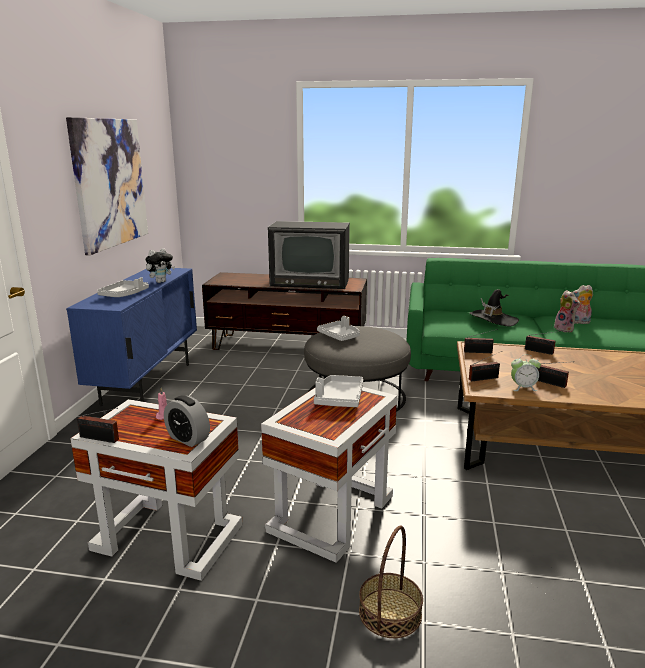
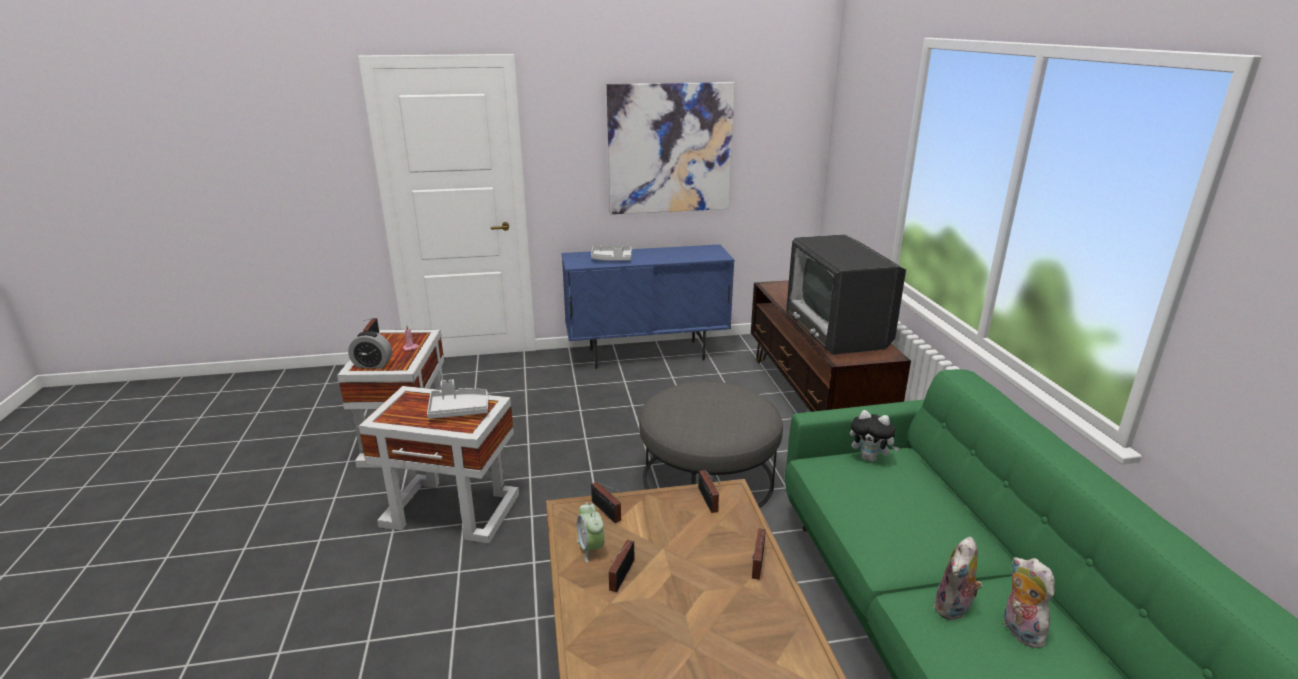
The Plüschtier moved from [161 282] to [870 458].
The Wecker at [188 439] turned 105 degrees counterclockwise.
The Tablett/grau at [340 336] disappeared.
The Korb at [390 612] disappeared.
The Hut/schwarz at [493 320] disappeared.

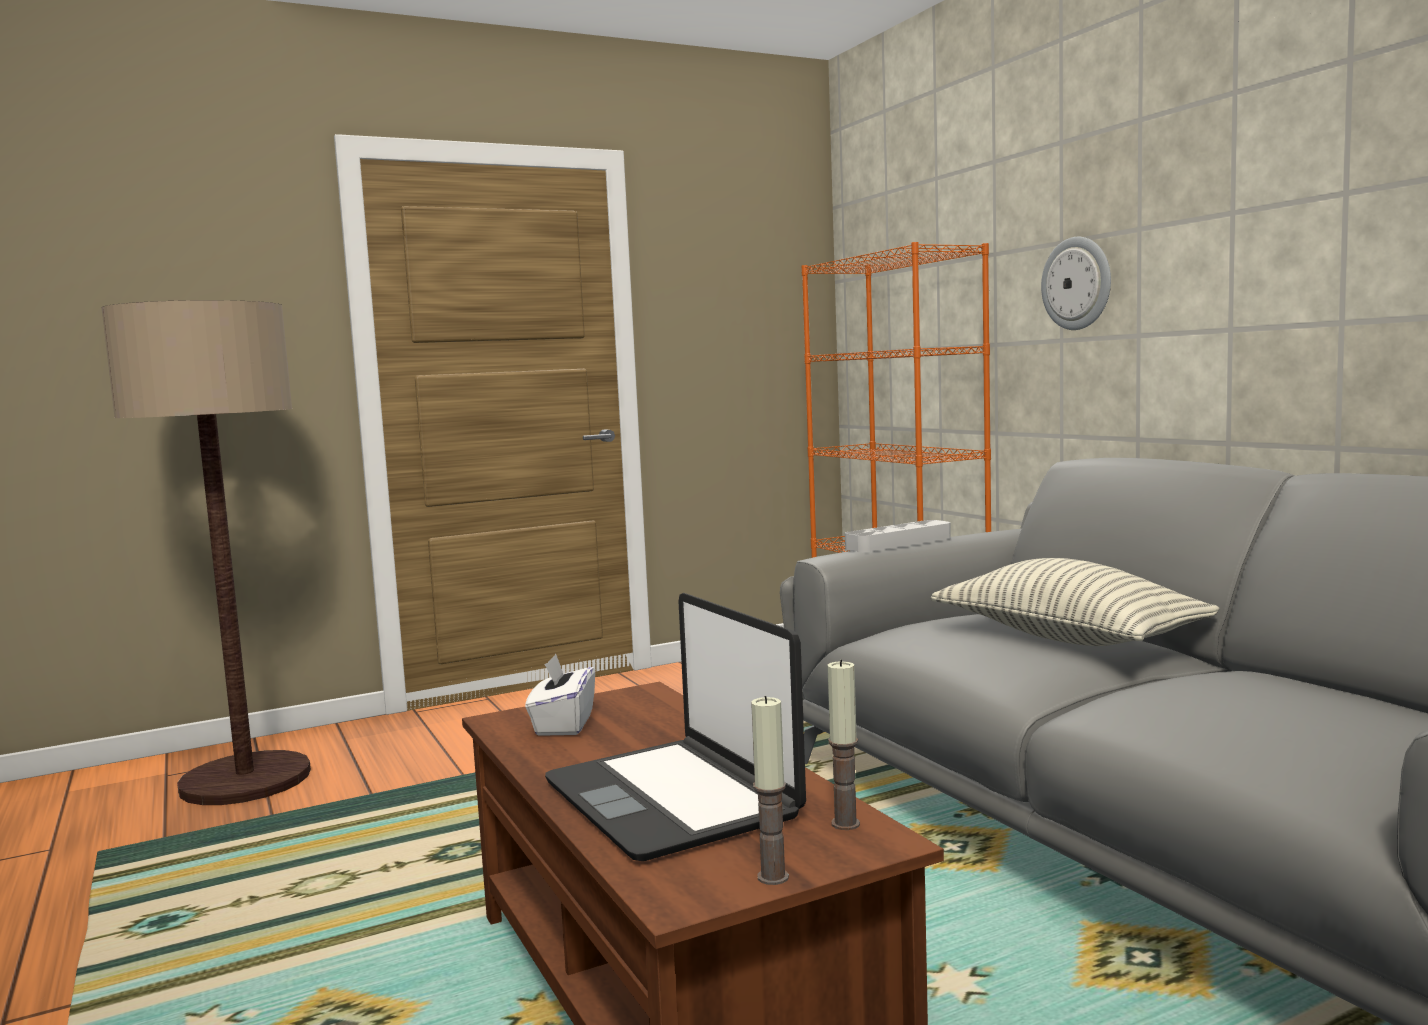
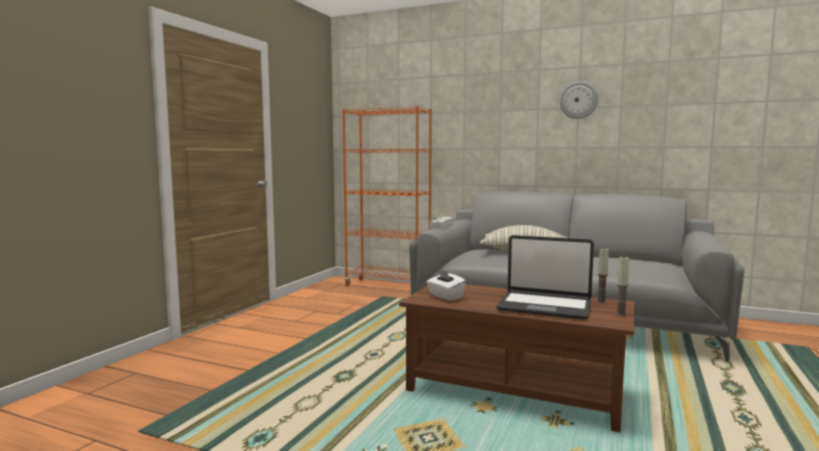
The Stehlampe at [245 780] disappeared.
The Wanduhr moved from [1077 283] to [578 100].

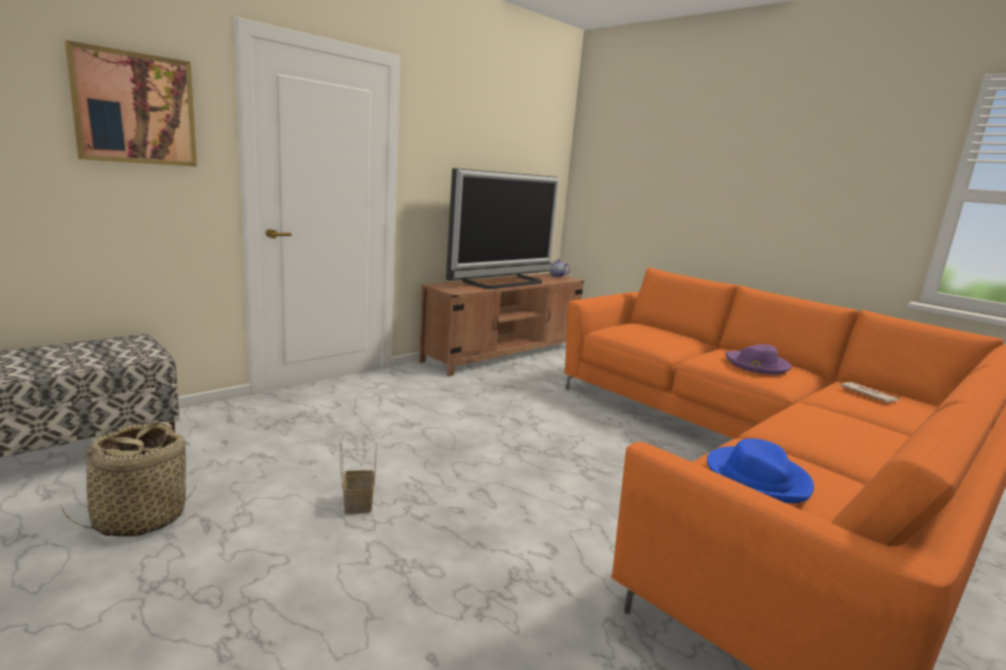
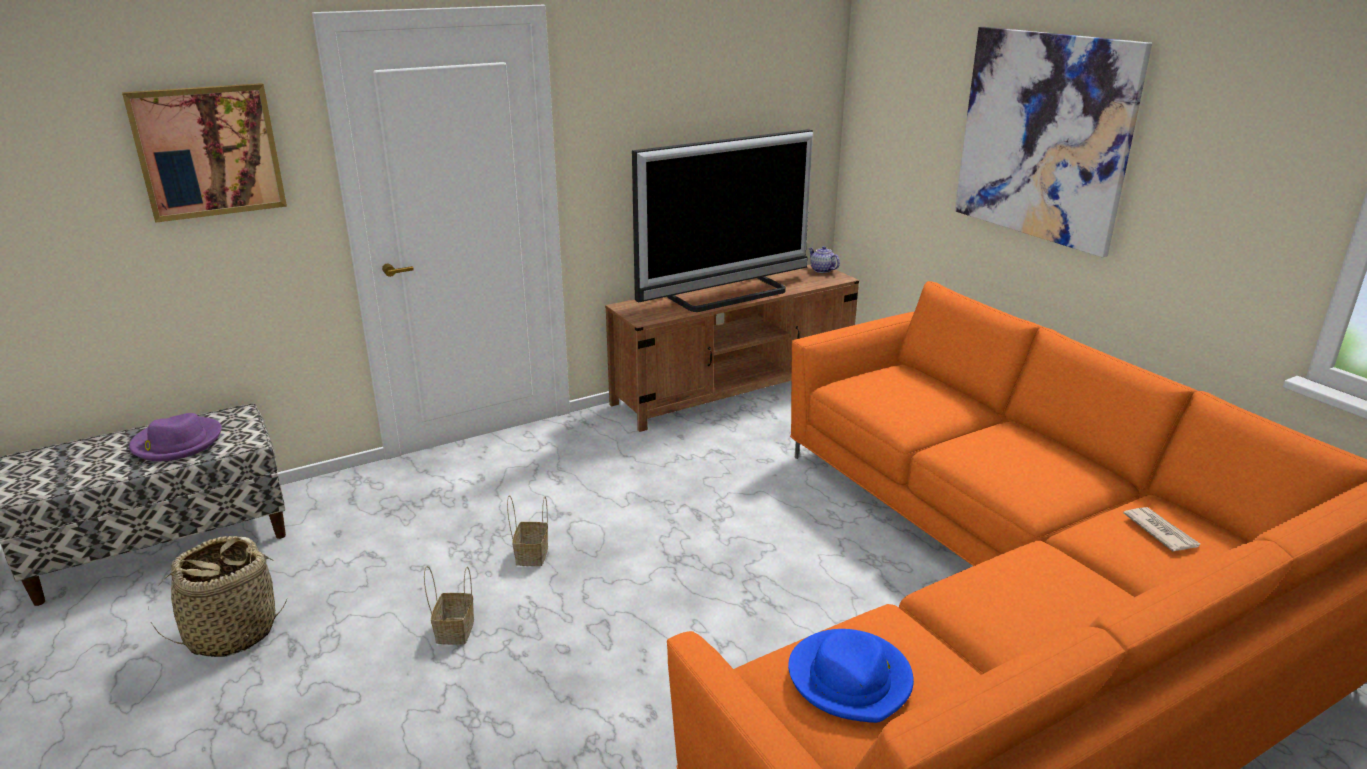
The Hut/lila moved from [757 365] to [176 443].
The Korb at [531 554] appeared.
The Bild at [1043 137] appeared.

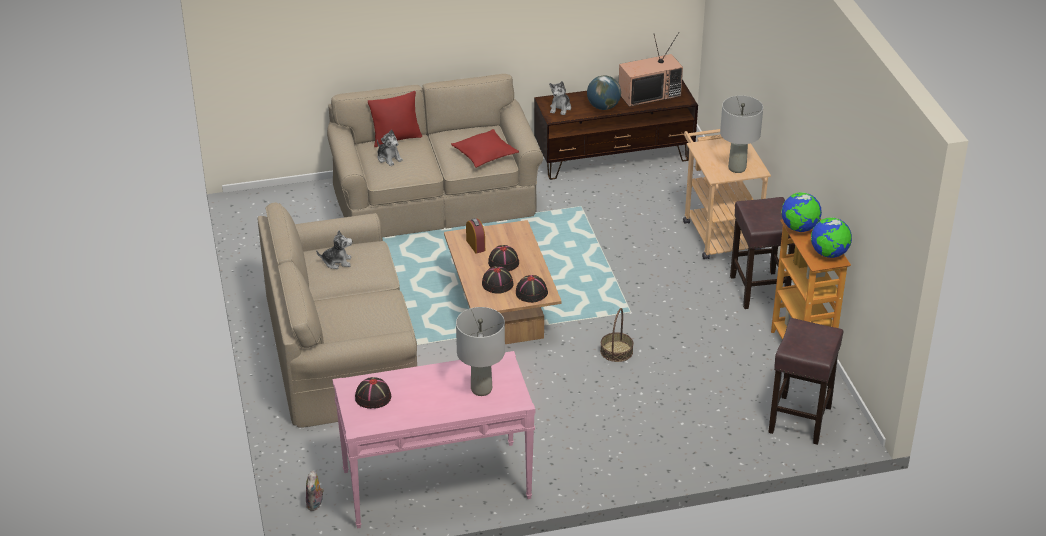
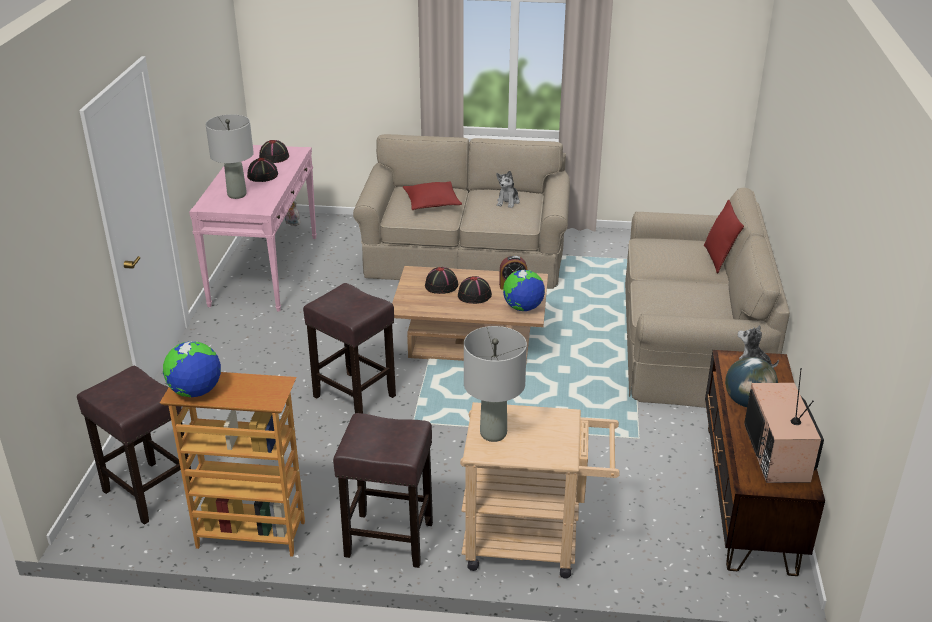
The Plüschtier at [389 158] disappeared.
The Kissen/rot moved from [485 154] to [432 202].
The Hut/schwarz moved from [531 292] to [262 176].
The Korb at [616 351] was replaced by the Hocker/braun at [355 396].
The Globus moved from [799 228] to [523 308].

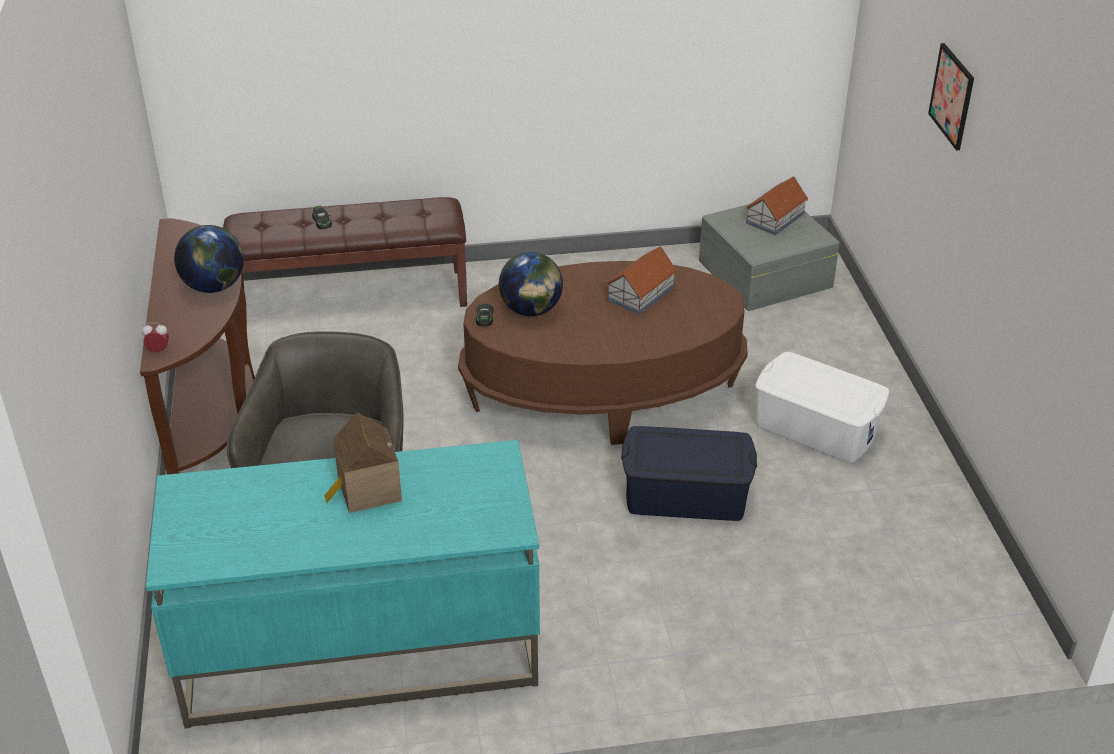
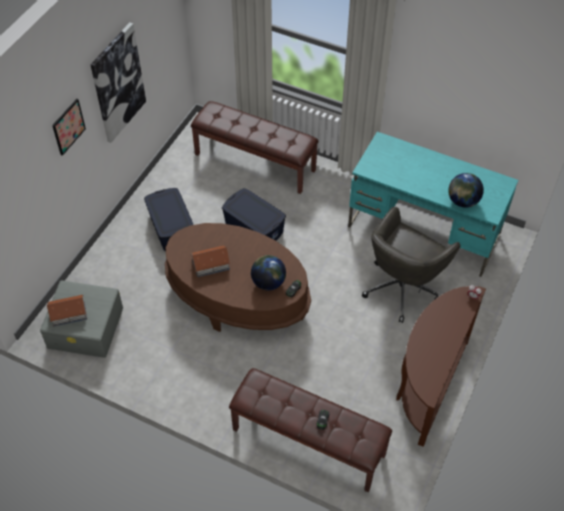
The Globus moved from [214 286] to [462 201].
The Spielzeughaus at [366 491] disappeared.
The Aufbewahrungsbox/weiß at [816 427] became the Aufbewahrungsbox/blau at [171 228].
The Bild at [118 83] appeared.
The Bank/braun at [255 162] appeared.

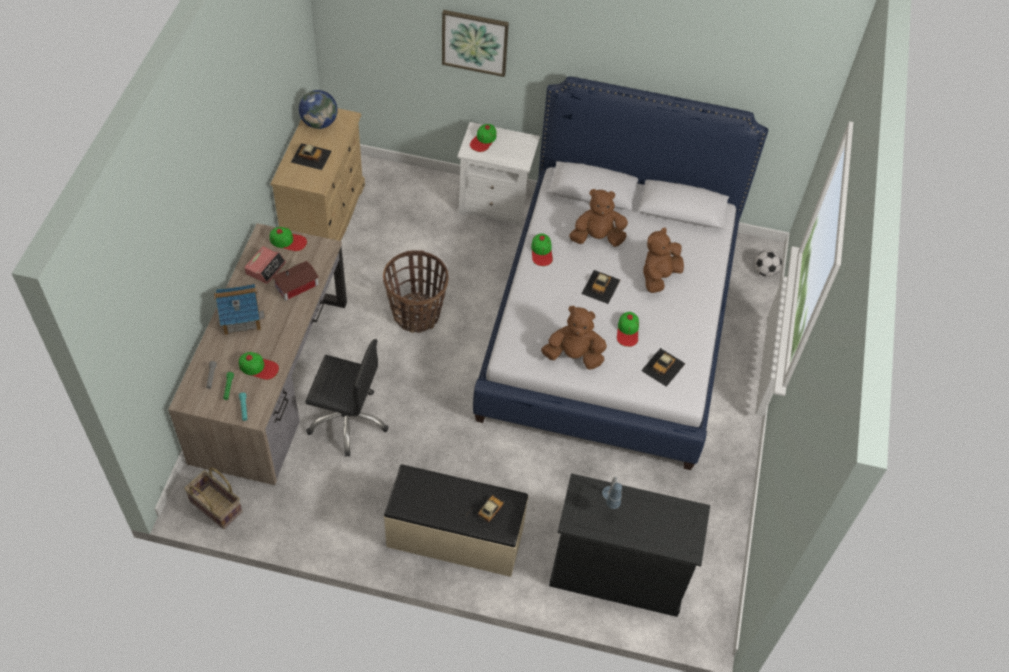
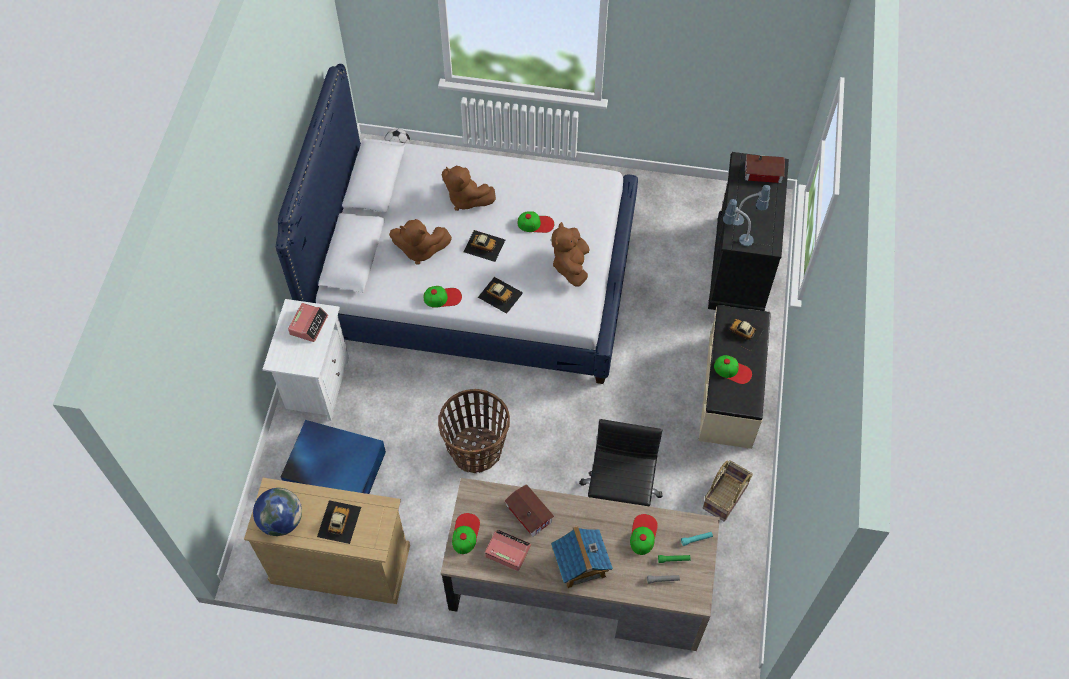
The Korb moved from [215 507] to [725 497].
The Bild at [475 42] disappeared.
The Kappe moved from [483 140] to [732 370].
The Plüschtier/braun at [597 238] turned 75 degrees counterclockwise.
The Spielzeugauto moved from [663 367] to [500 294].
The Aufbewahrungsbox/blau at [334 468] appeared.
The Wecker at [309 325] appeared.
The Tischlampe at [736 237] appeared.
The Spielzeughaus at [764 174] appeared.

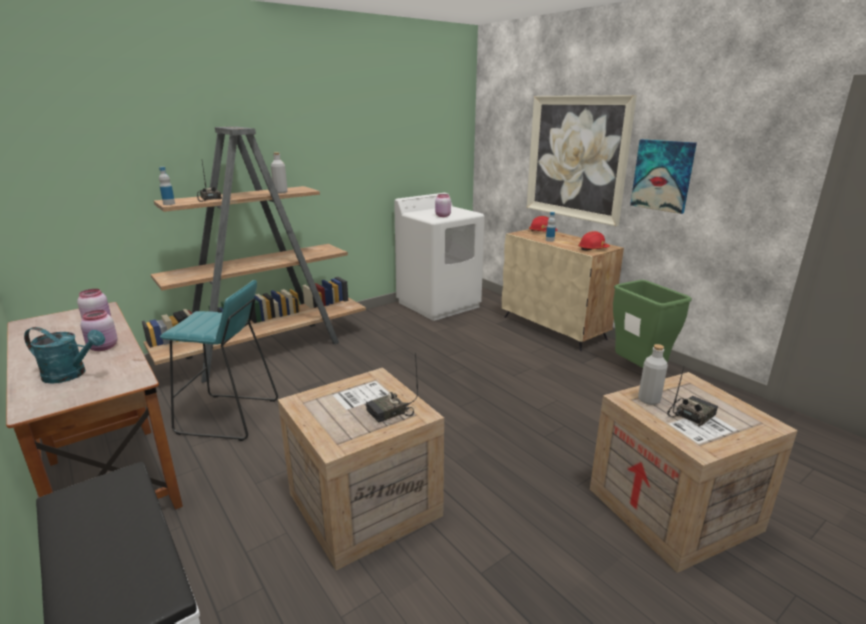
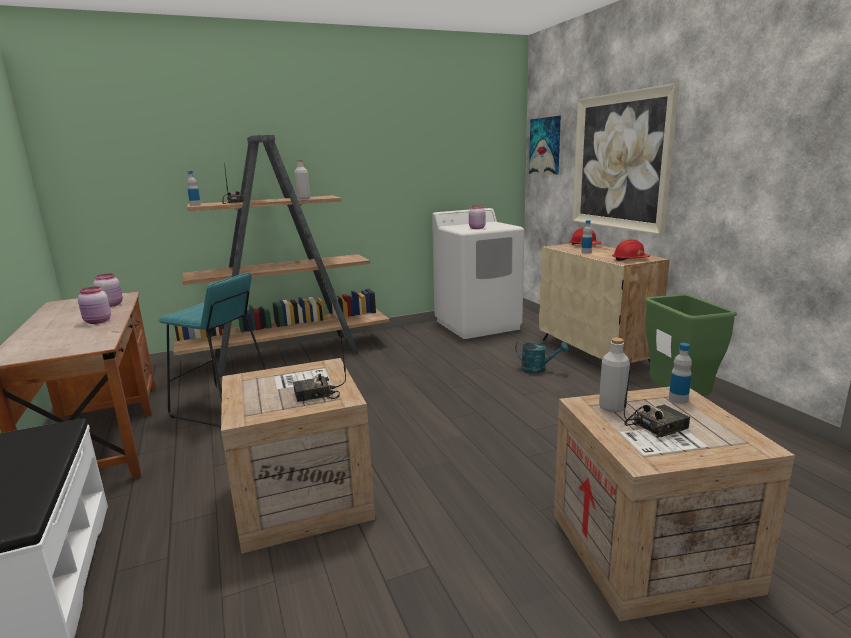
The Gießkanne/türkis moved from [71 374] to [538 369].
The Bild moved from [662 175] to [545 146].
The Flasche at [678 399] appeared.

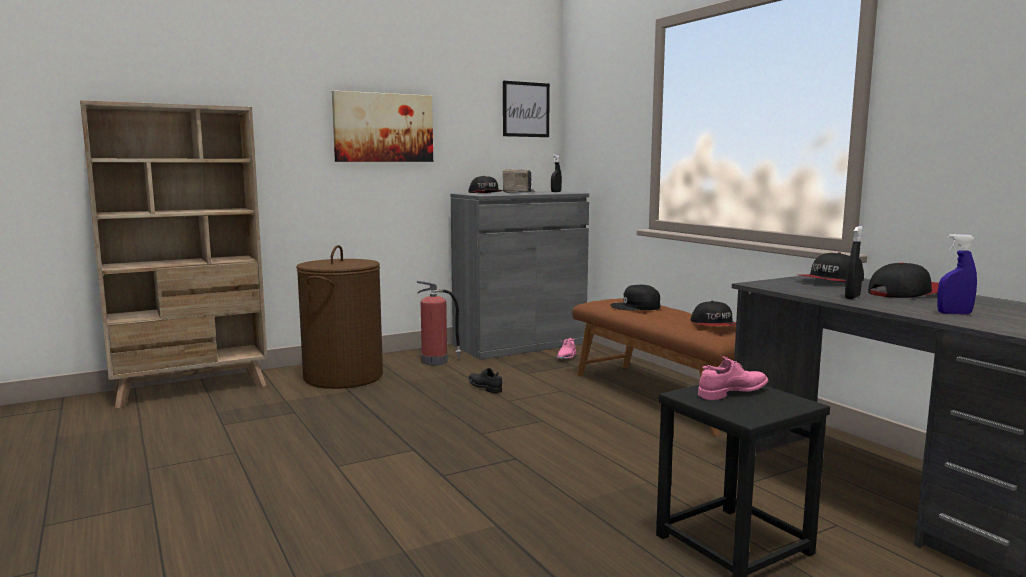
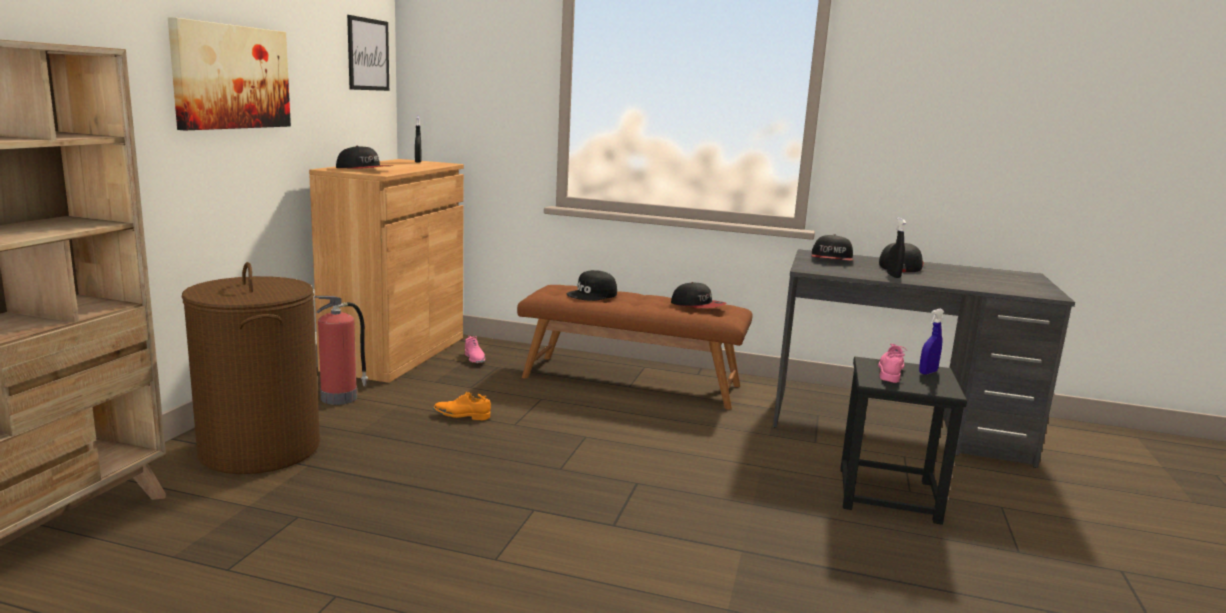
The Schrank/grau at [520 344] became the Schrank/braun at [395 353].
The Schuh/schwarz at [484 387] became the Schuh/orange at [461 416].
The Radio at [519 193] disappeared.
The Sprühflasche/blau moved from [954 313] to [928 372].

